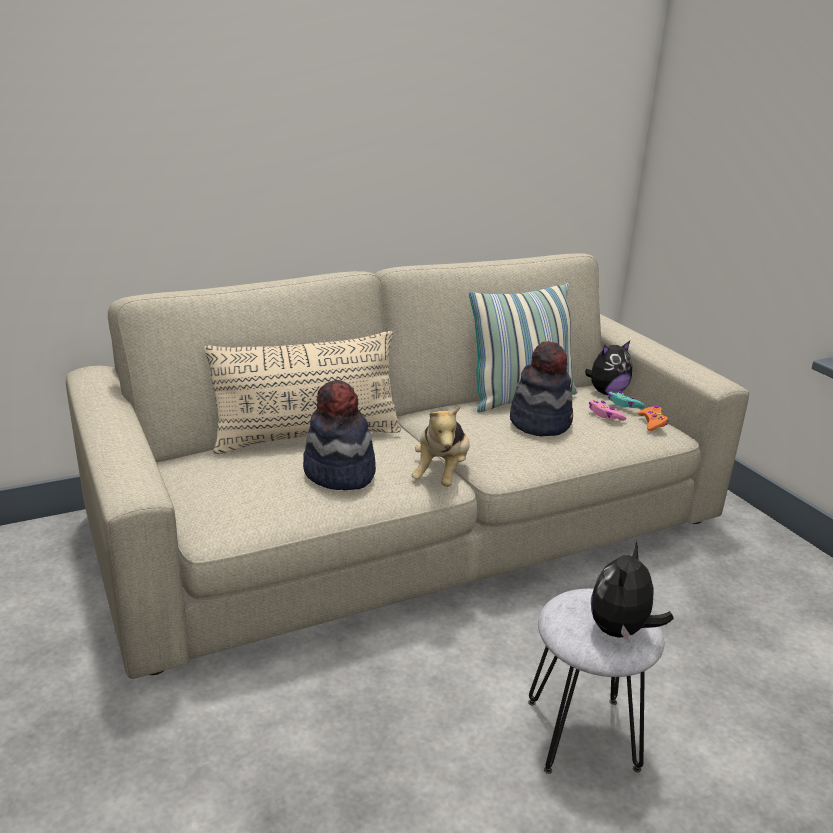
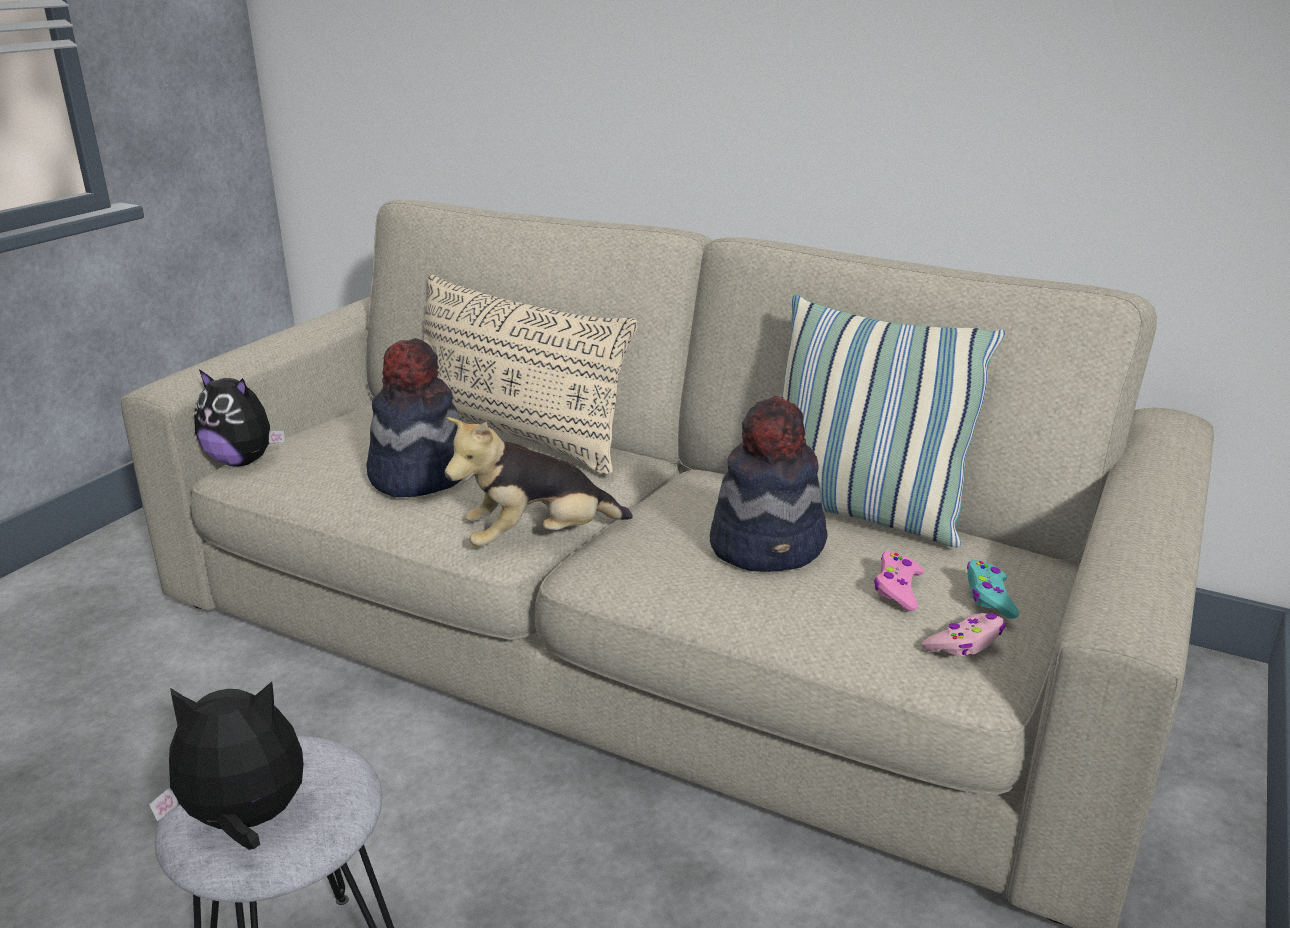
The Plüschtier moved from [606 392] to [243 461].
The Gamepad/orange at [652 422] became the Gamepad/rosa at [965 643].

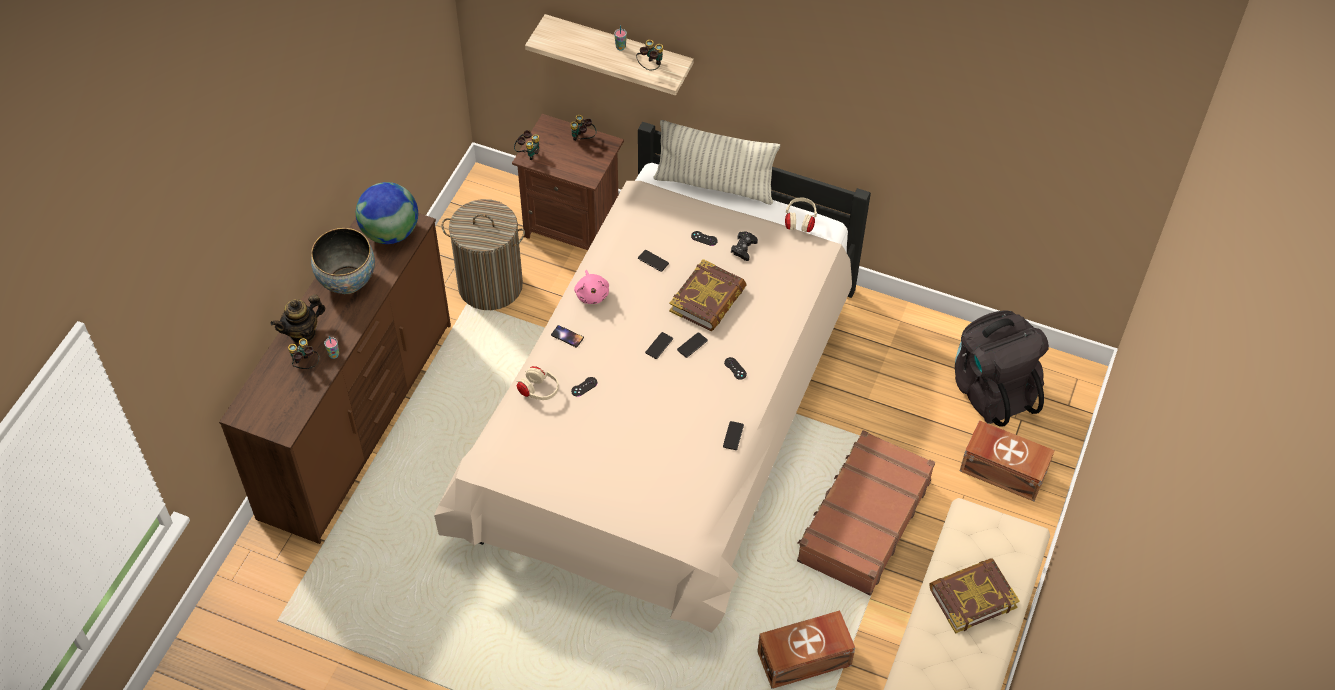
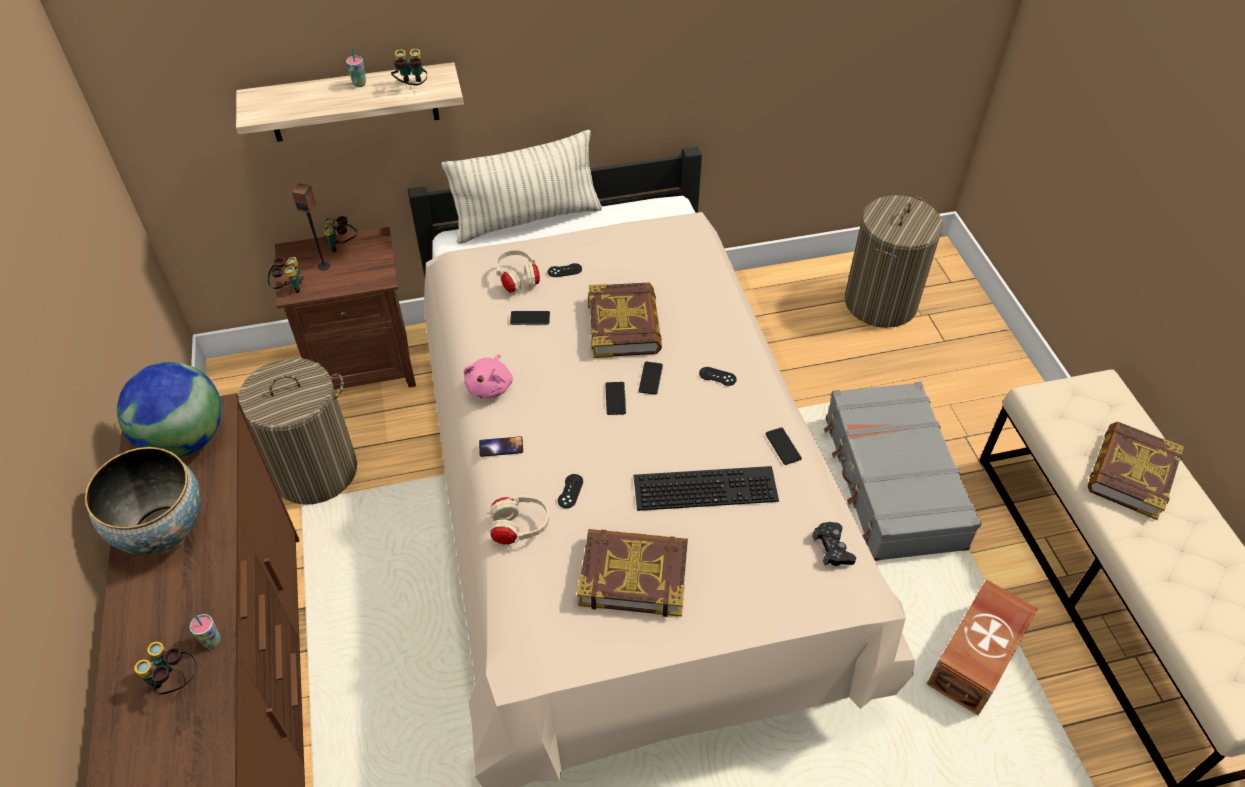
The Teekanne at [302 333] disappeared.
The Plüschtier/rosa at [592 294] turned 60 degrees clockwise.
The Gamepad/schwarz moved from [743 248] to [833 548].
The Kopfhörer/beige moved from [800 222] to [518 280].
The Koffer/braun at [863 521] became the Koffer/grau at [891 482].
The Rucksack/schwarz at [992 389] was replaced by the Wäschekorb at [880 303].
The Aufbewahrungsbox/braun at [1002 469] disappeared.
The Lautsprecher at [324 266] appeared.
The Buch at [634 575] appeared.
The Tastatur at [706 486] appeared.

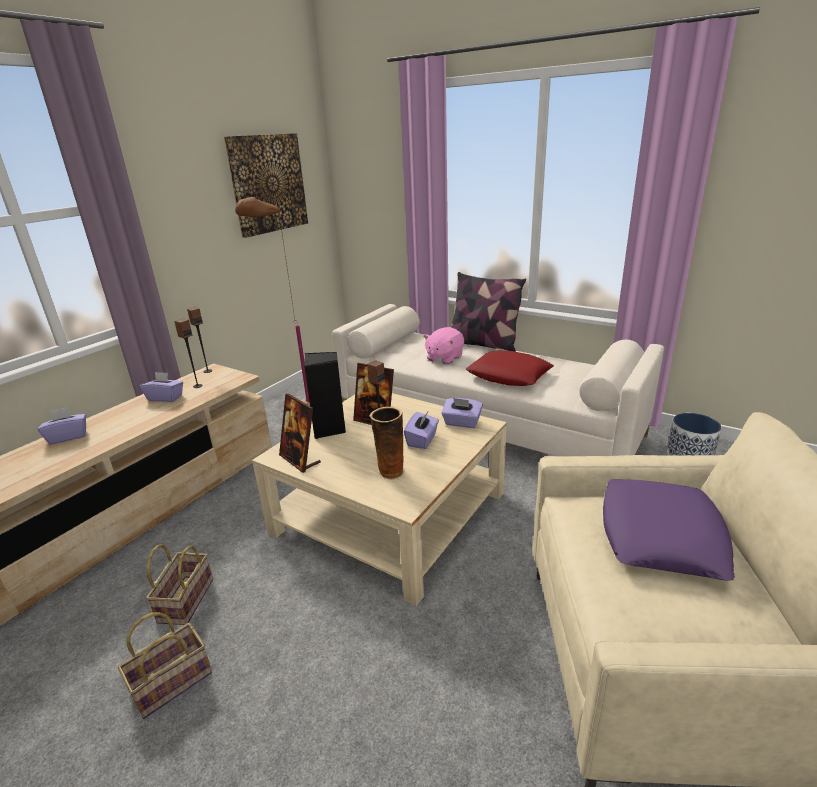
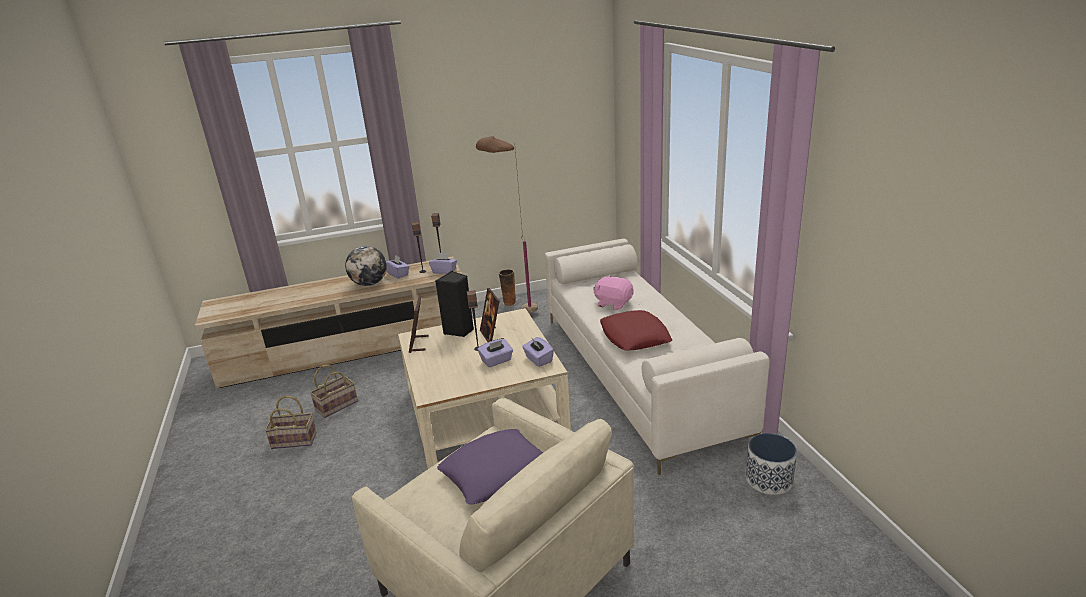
The Taschentuchbox/lila moved from [68 437] to [444 271].
The Bild at [268 184] disappeared.
The Vase moved from [390 472] to [509 303].
The Plüschtier/rosa at [444 358] turned 45 degrees clockwise.
The Kissen at [483 344] disappeared.
The Globus at [369 284] appeared.

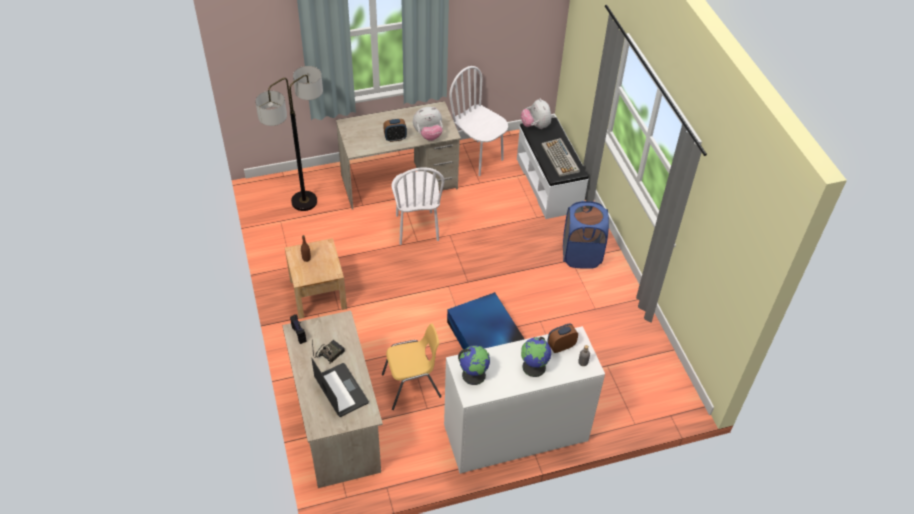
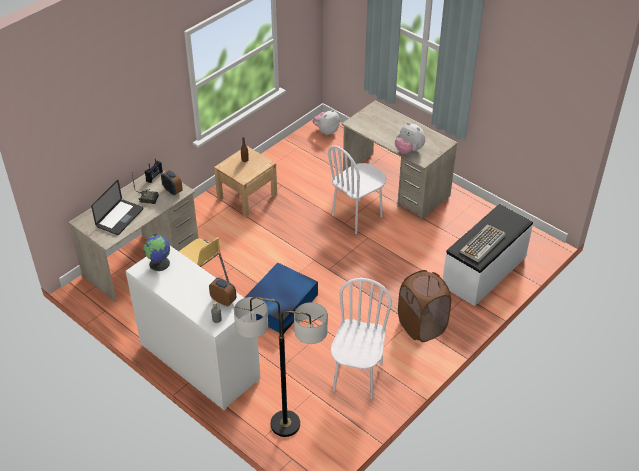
The Stehlampe moved from [304 201] to [285 424].
The Wecker moved from [395 138] to [172 190].
The Stuhl/weiß moved from [478 158] to [357 377].
The Plüschtier moved from [535 126] to [326 131].
The Globus at [534 367] disappeared.
The Wäschekorb/blau at [581 255] became the Wäschekorb/braun at [421 326].

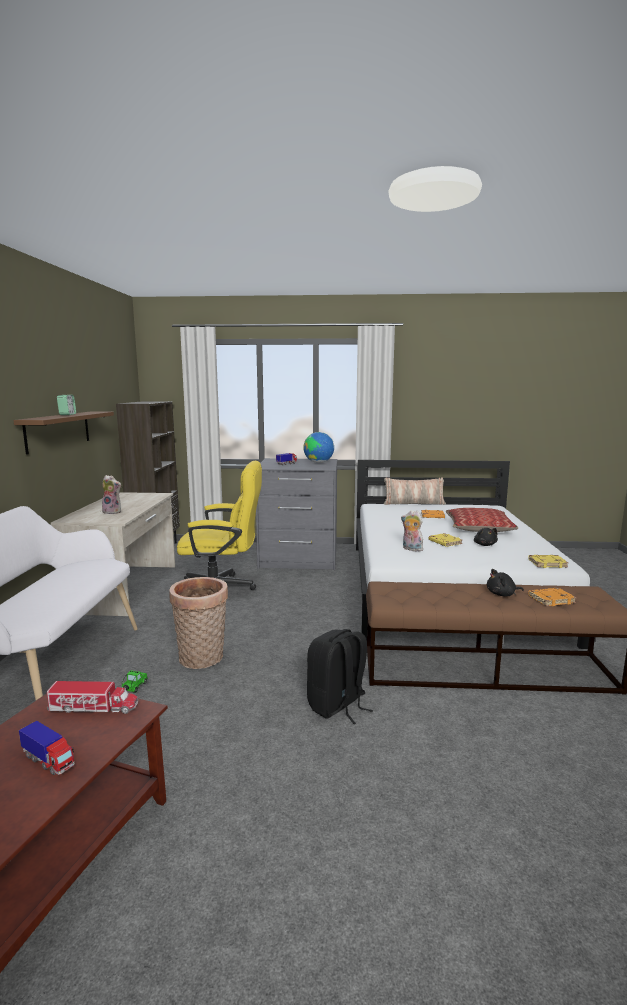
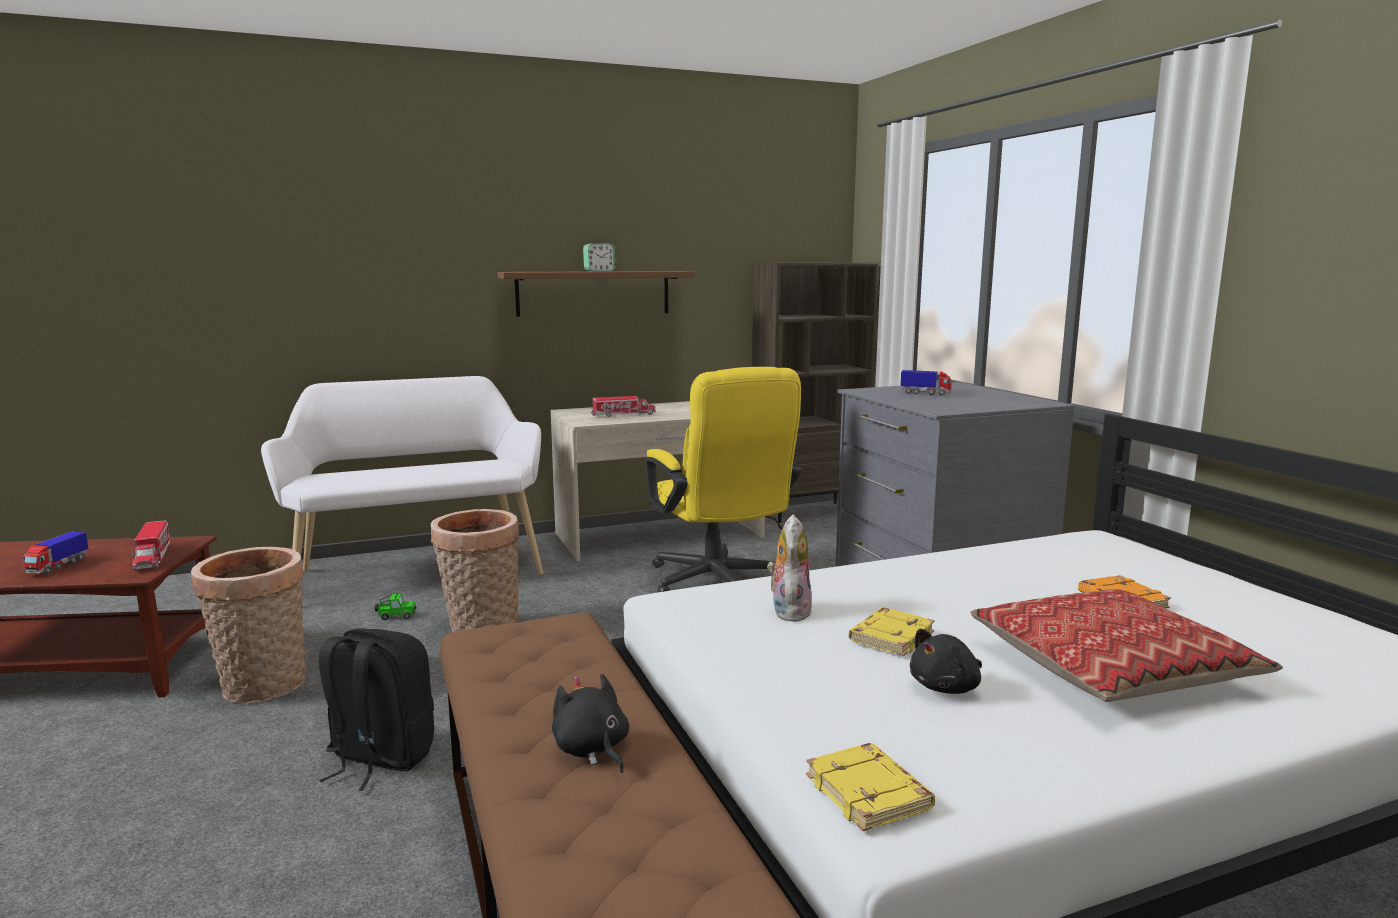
The Plüschtier at [113 512] was replaced by the Spielzeuglaster at [623 415].
The Globus at [318 462] disappeared.
The Kissen at [413 503] disappeared.
The Buch/orange at [551 599] disappeared.
The Korb at [263 689] appeared.

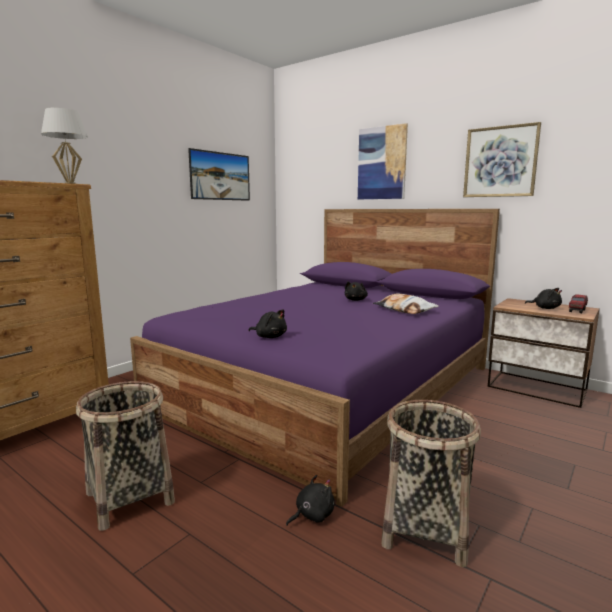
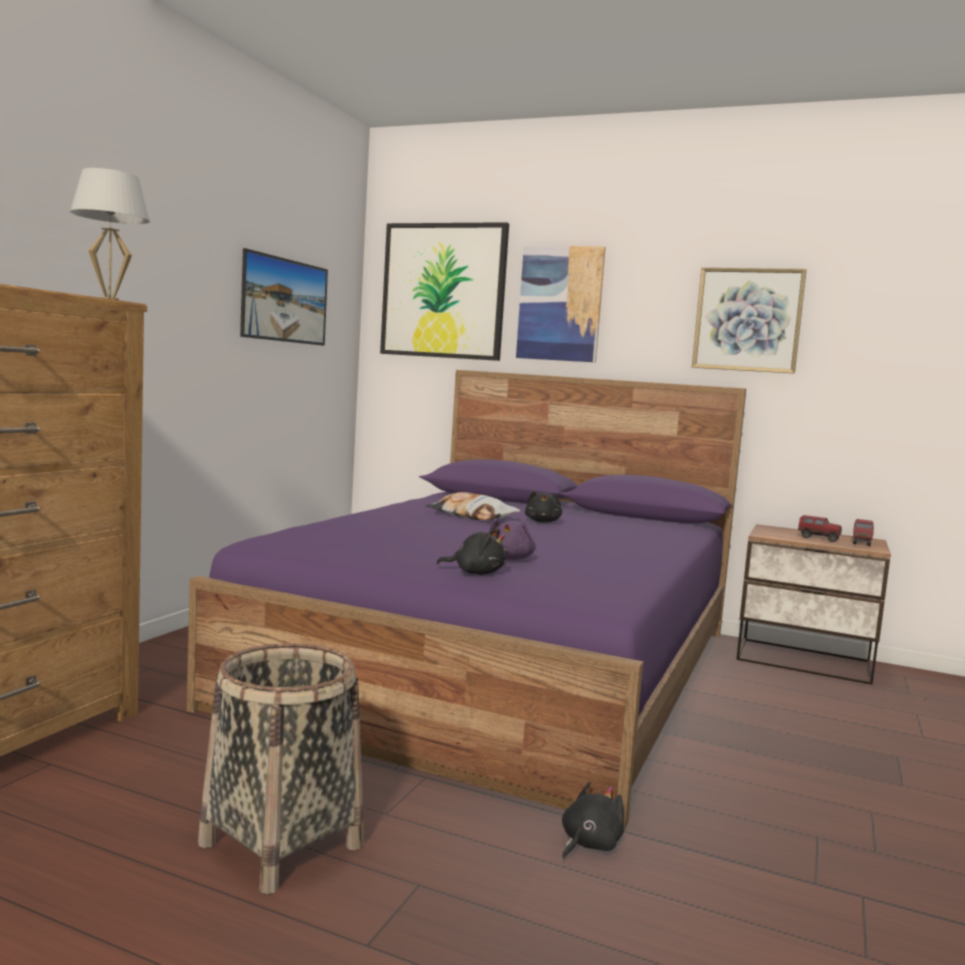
The Kissen moved from [404 310] to [471 516].
The Korb at [425 529] disappeared.
The Plüschtier/schwarz at [545 308] was replaced by the Spielzeuglaster at [818 538].
The Bild at [443 291] appeared.
The Plüschtier/lila at [511 558] appeared.

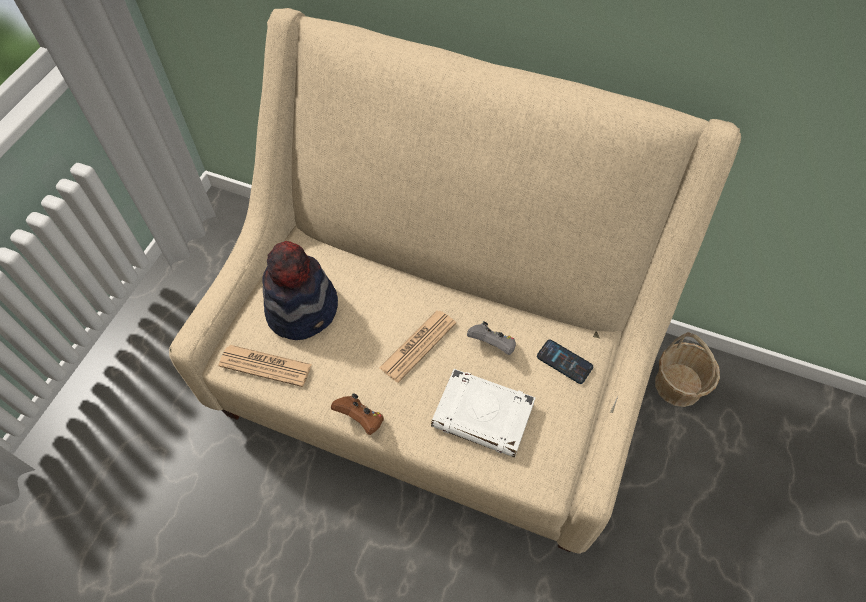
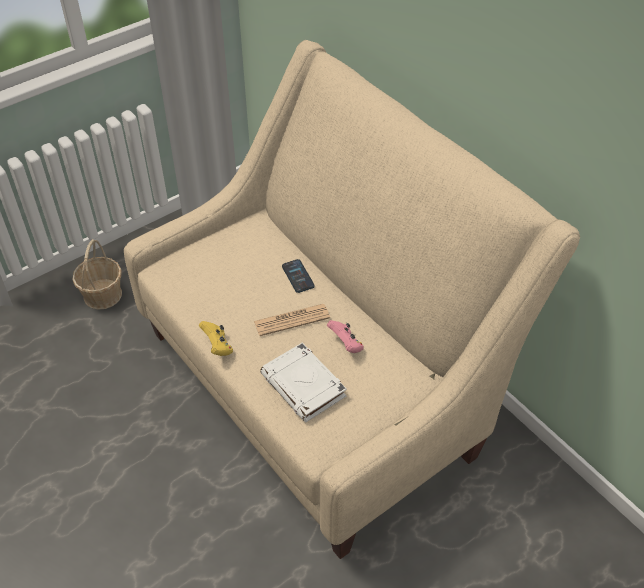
The Zeitung at [265 366] disappeared.
The Hut at [303 308] disappeared.
The Gamepad/braun at [361 419] became the Gamepad/gelb at [217 346].
The Gamepad/grau at [492 345] became the Gamepad/rosa at [346 344].
The Handy moved from [564 362] to [298 276].
The Korb moved from [678 384] to [103 294].

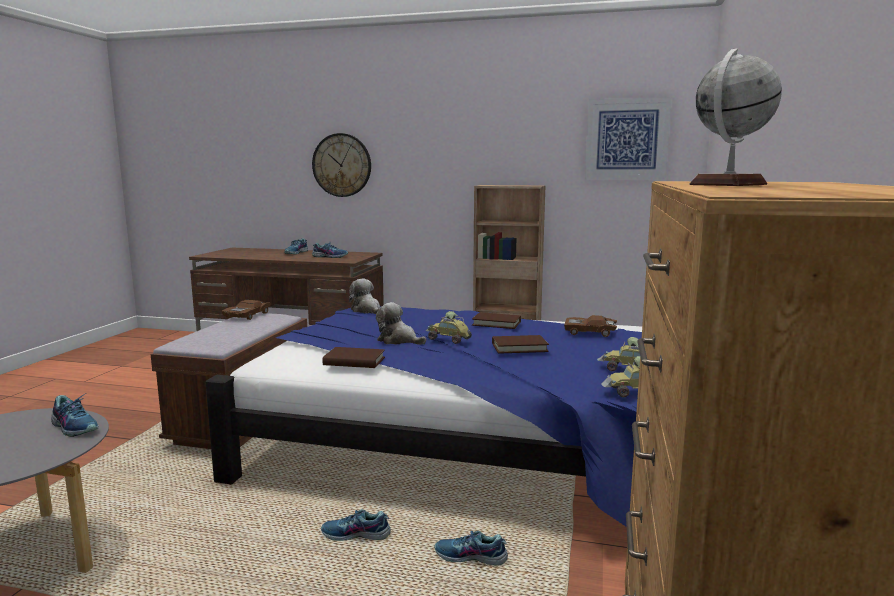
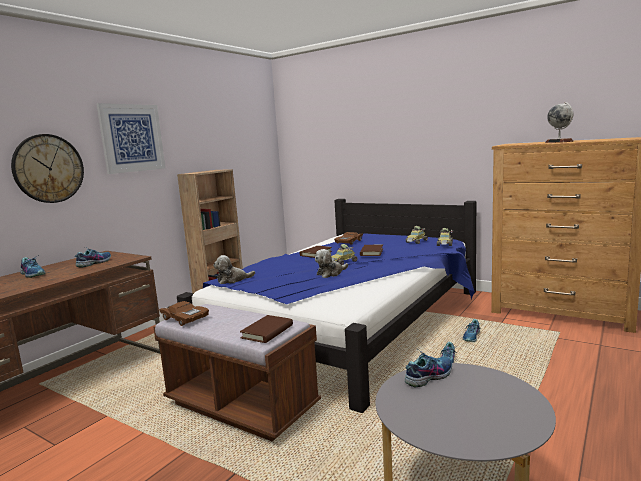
The Buch/braun moved from [354 361] to [267 332].
The Bild moved from [627 139] to [132 138].

